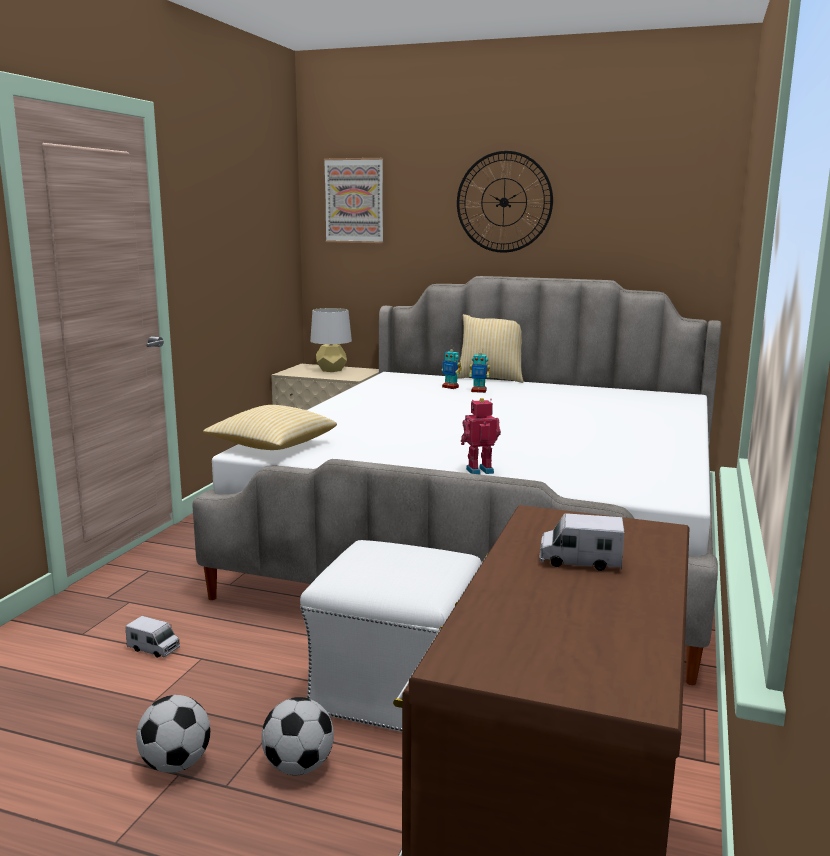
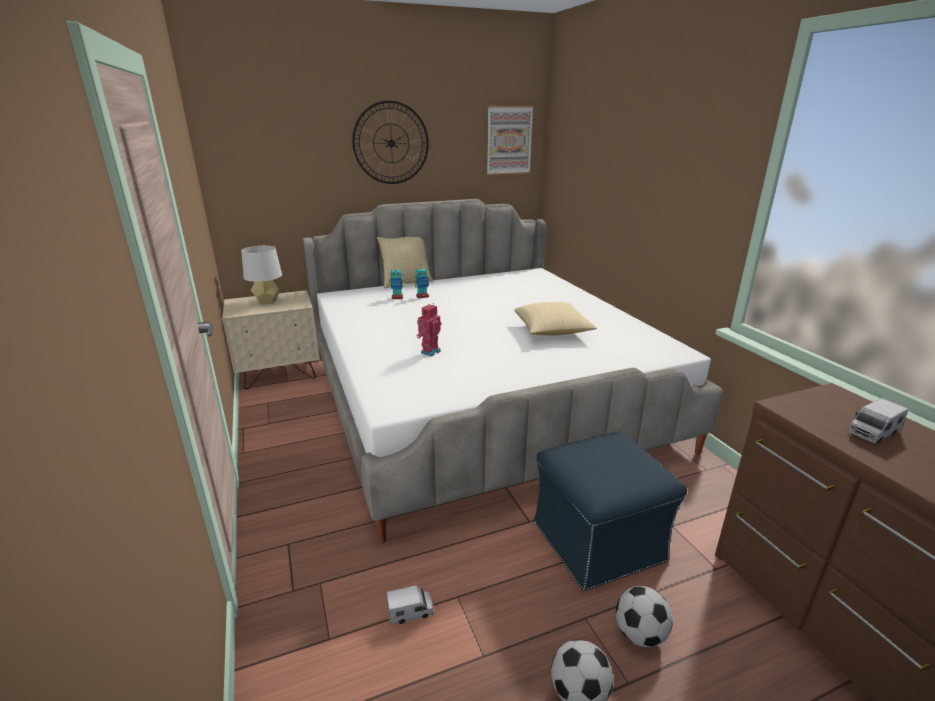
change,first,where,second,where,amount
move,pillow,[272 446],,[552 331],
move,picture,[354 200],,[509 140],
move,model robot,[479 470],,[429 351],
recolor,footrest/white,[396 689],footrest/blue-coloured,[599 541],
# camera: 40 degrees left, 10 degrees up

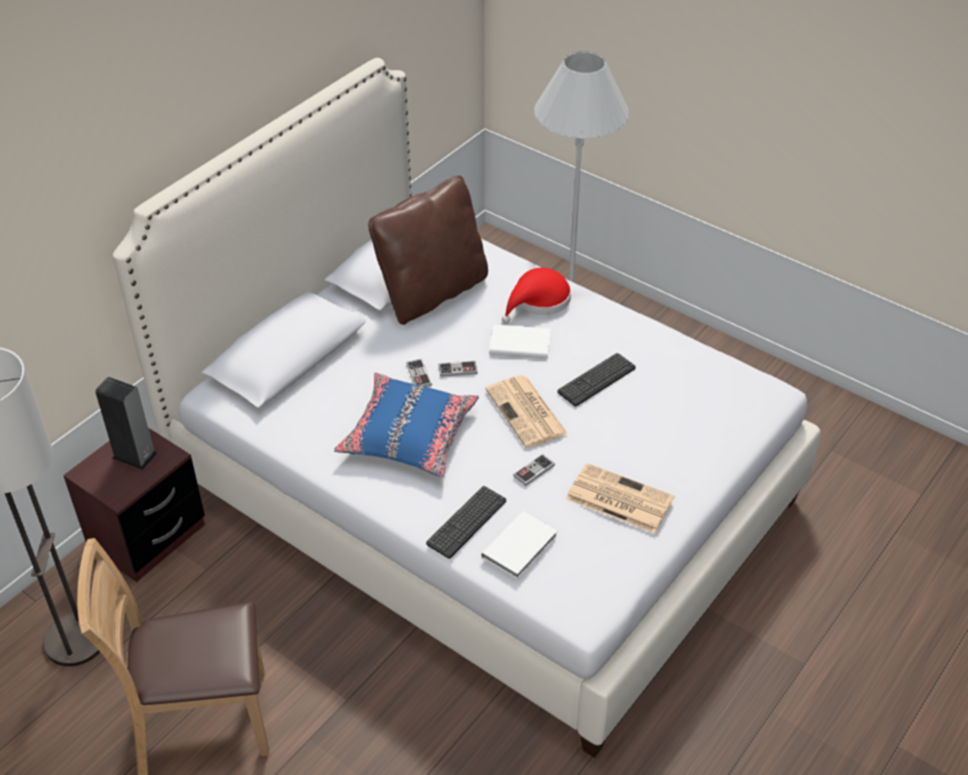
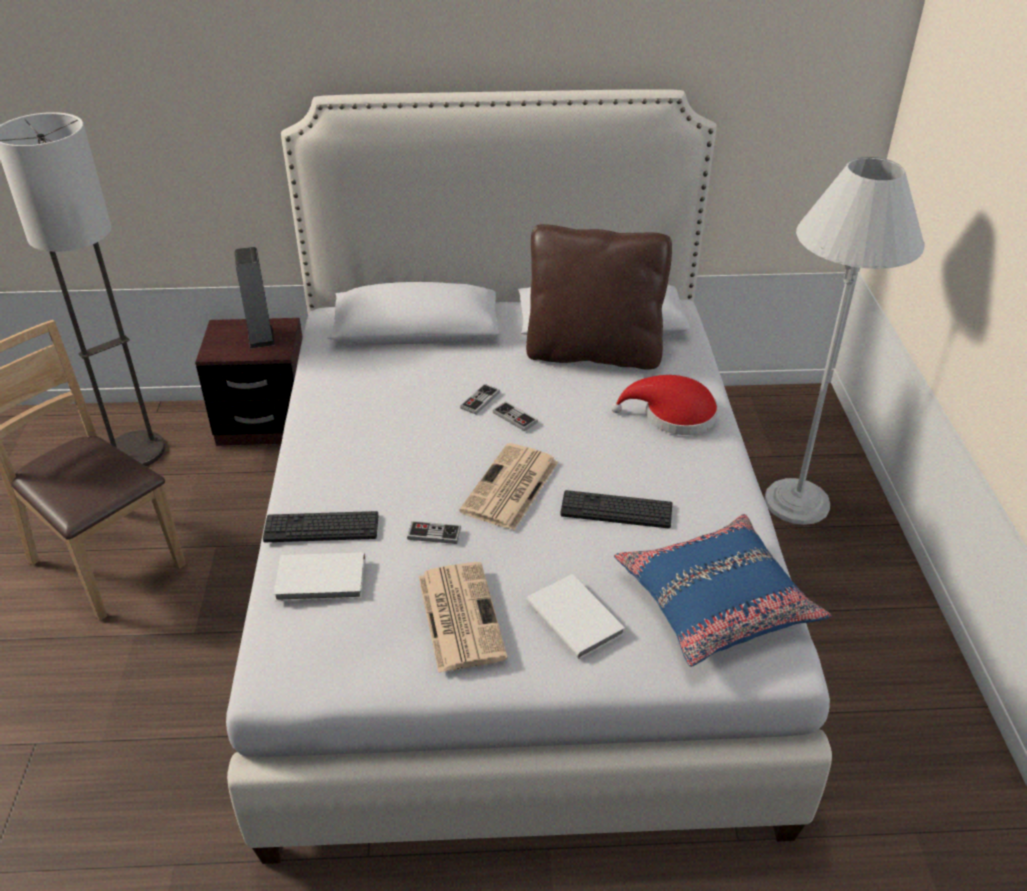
change,first,where,second,where,amount
move,pillow/blue-coloured,[408 435],,[716 601],
move,bound book/white,[519 343],,[575 616],
# camera: 50 degrees right, 5 degrees down

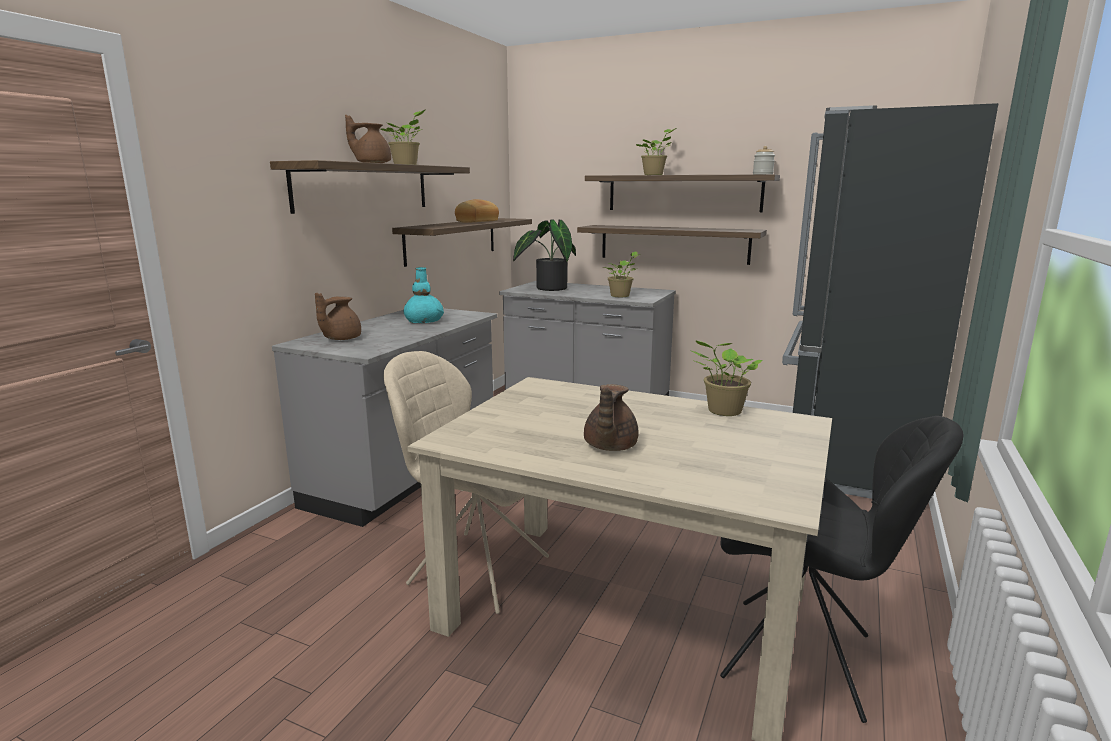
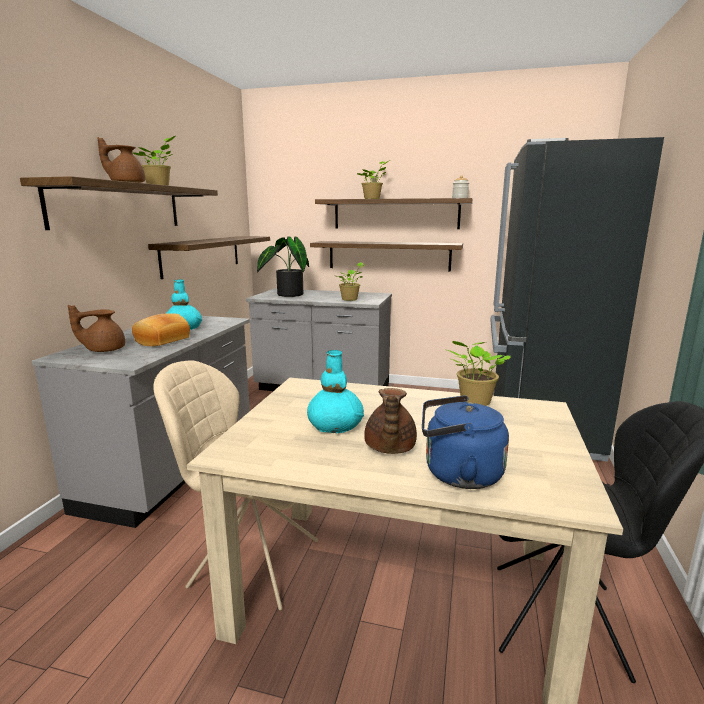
change,first,where,second,where,amount
insert,,,decorative vase/blue-green,[335 425],
insert,,,water kettle/blue-coloured,[458 474],
move,bakery bread,[476 221],,[161 340],
rotate,tea pot/brownish,[340 339],,[104 350],45 degrees clockwise
# camera: 10 degrees left, 0 degrees up

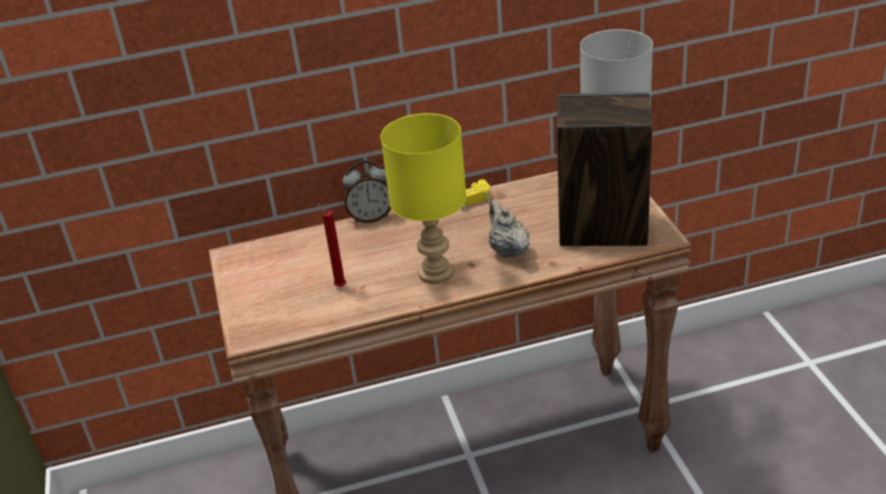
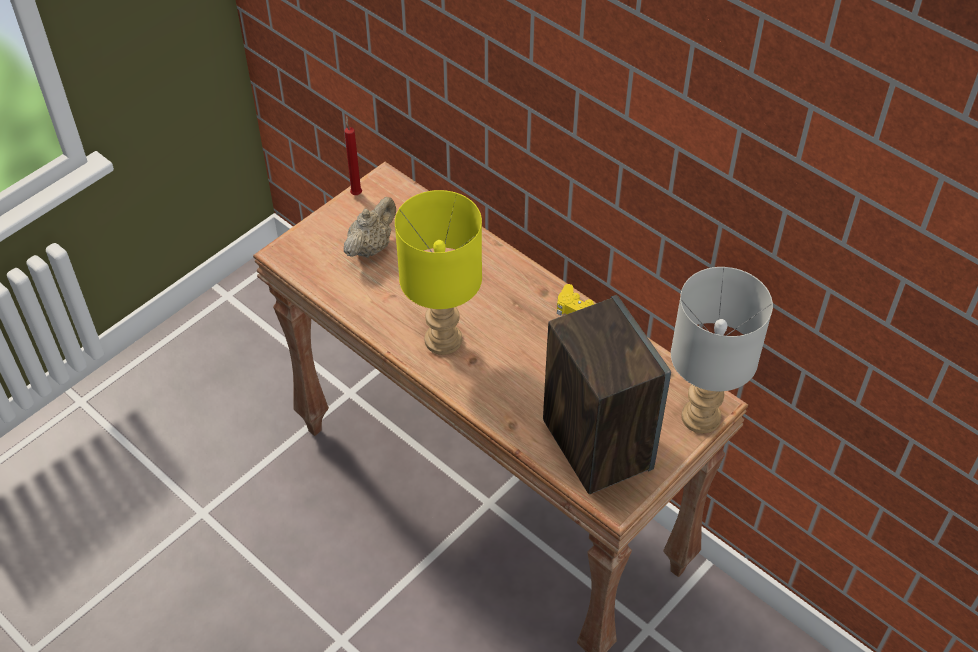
change,first,where,second,where,amount
delete,table clock,[371 217],,,
move,wax candle/red-coloured,[338 286],,[356 193],
move,tea pot/beige,[508 250],,[371 247],
# camera: 55 degrees right, 15 degrees up

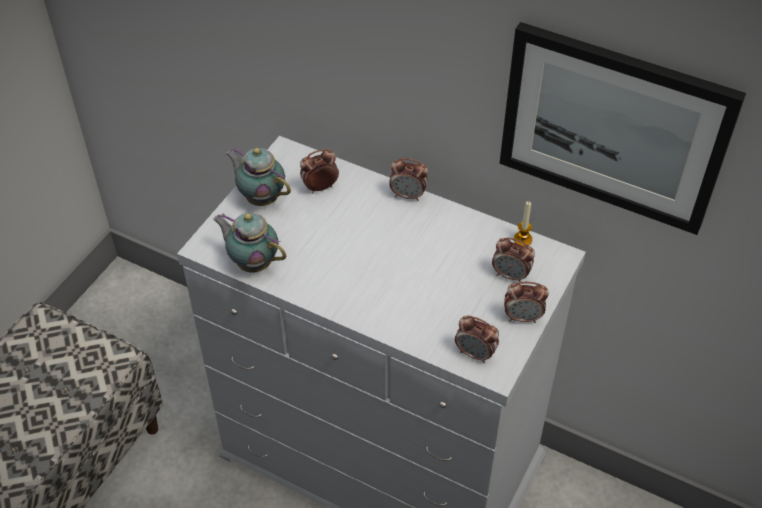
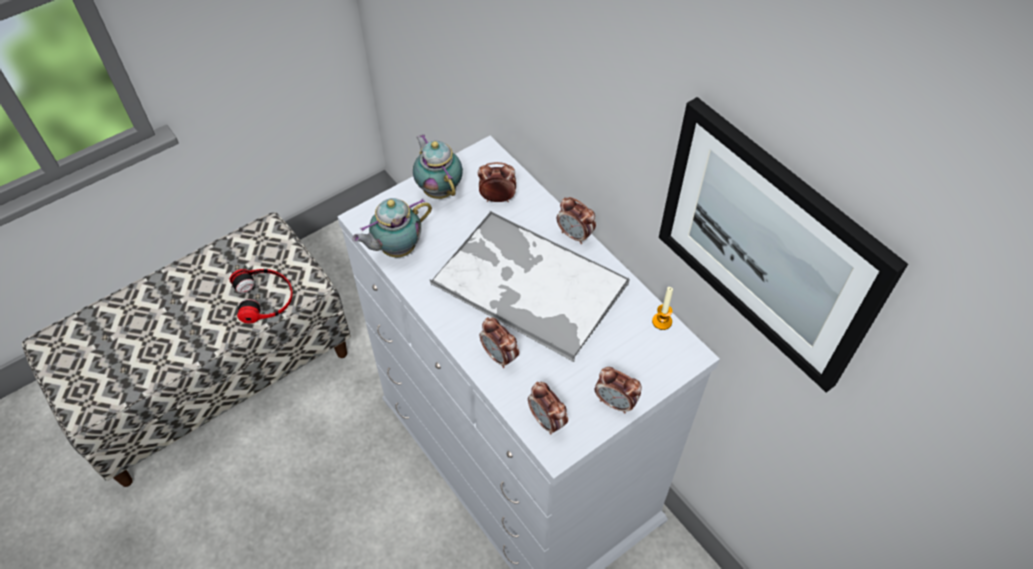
change,first,where,second,where,amount
insert,,,pair of headphones,[264 297],
insert,,,carrying tray,[528 284],
move,table clock,[511 275],,[499 356],
rotate,tea pot,[252 262],,[396 249],90 degrees counterclockwise
# camera: 25 degrees right, 5 degrees up

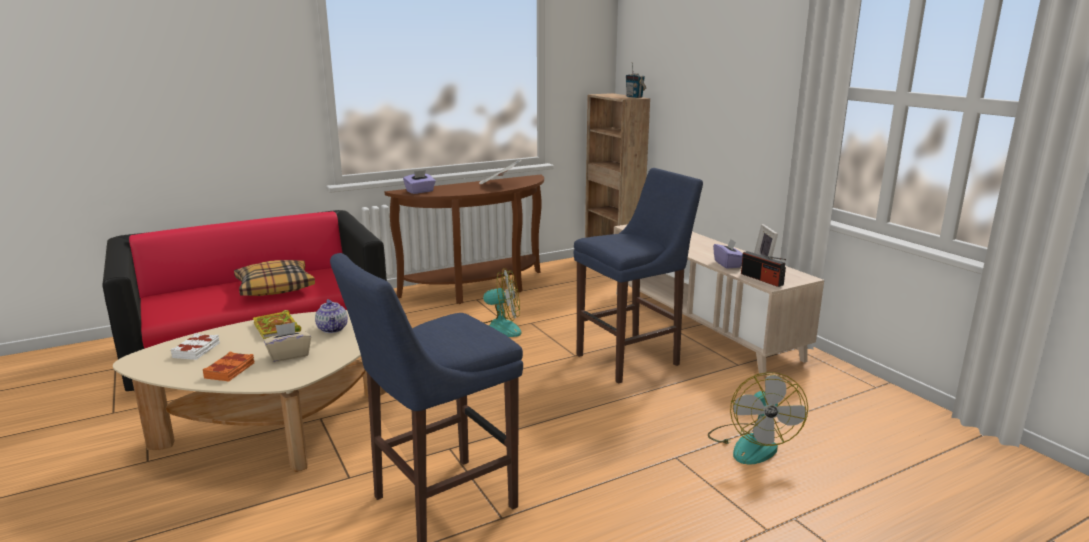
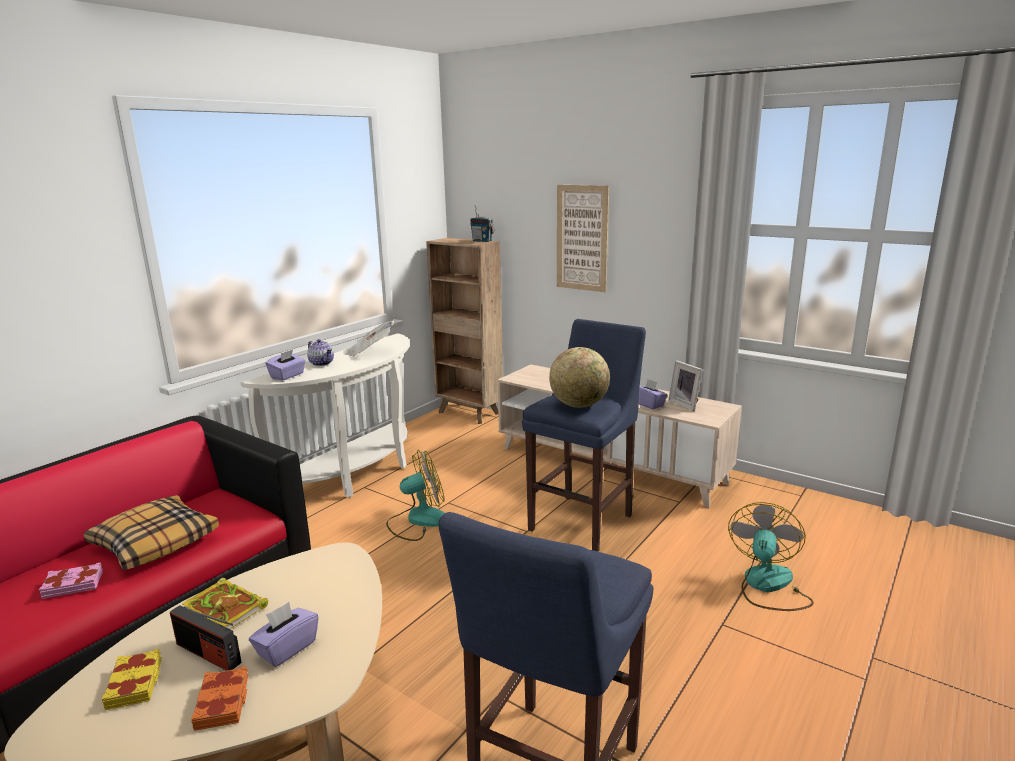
change,first,where,second,where,amount
insert,,,bound book/pinkish,[73 584],
insert,,,globe,[579 405],
insert,,,picture,[582 238],
move,tea pot,[333 329],,[322 363],
move,radio set,[761 279],,[208 653],
recolor,bound book/white,[197 350],bound book/yellowish,[135 683],
recolor,tissue box/beige,[289 355],tissue box/purple,[286 648],
recolor,narrow table/brownish,[479 290],narrow table/white,[357 474],
rotate,fan,[751 444],,[767 586],135 degrees counterclockwise
# camera: 25 degrees left, 0 degrees up

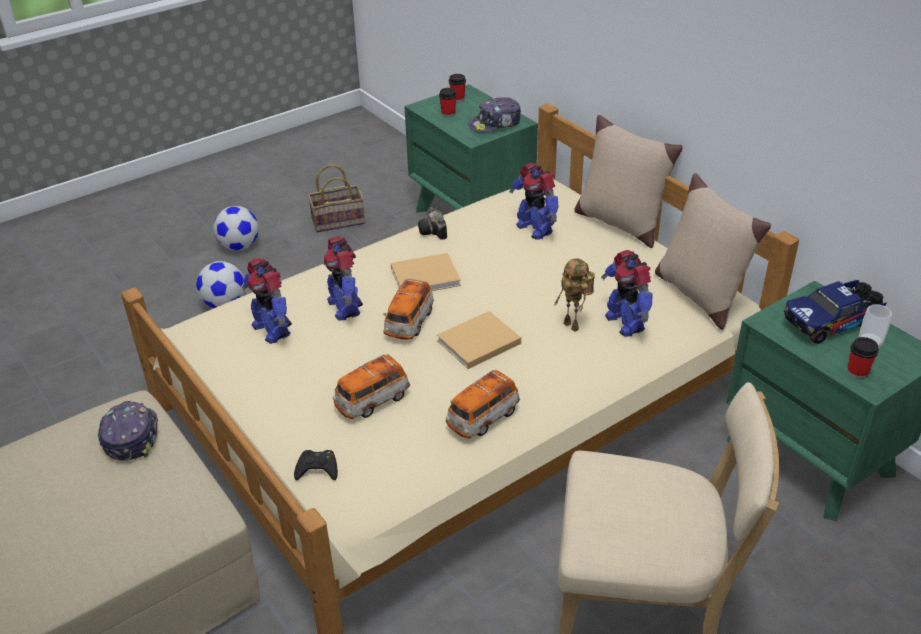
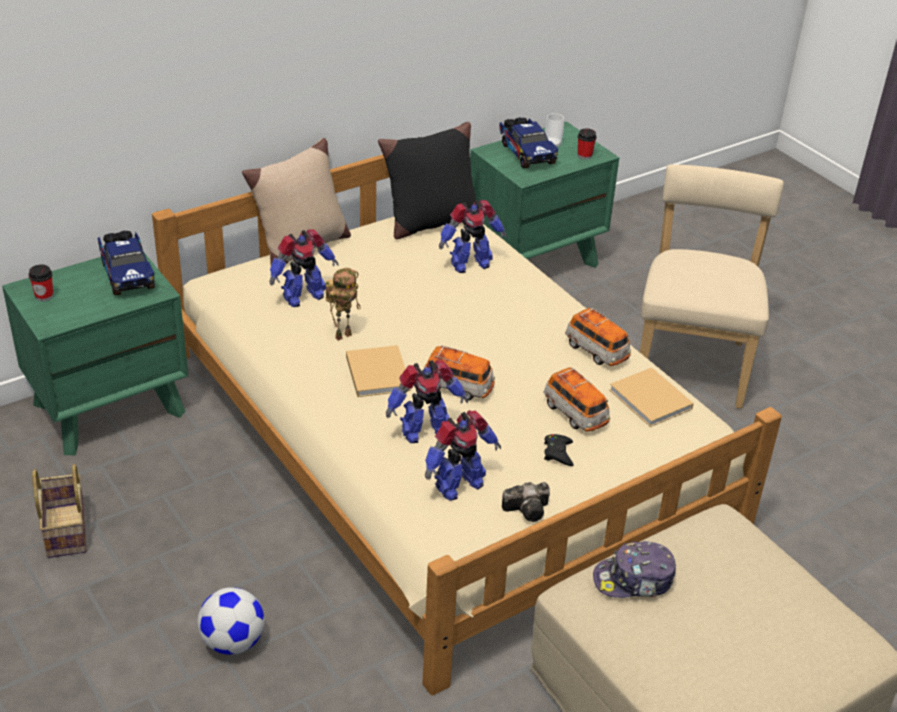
change,first,where,second,where,amount
delete,football,[239 246],,,
delete,drinking cup,[448 114],,,
move,gamepad/black,[317 469],,[558 453],
move,still camera,[434 232],,[529 509],
move,bound book/beige,[477 343],,[651 401],
move,model robot,[573 326],,[343 335],
replace,cap,[495 124],toy lorry,[127 273],
recolor,pillow/beige,[699 294],pillow/black,[430 223],
# camera: 90 degrees left, 0 degrees up

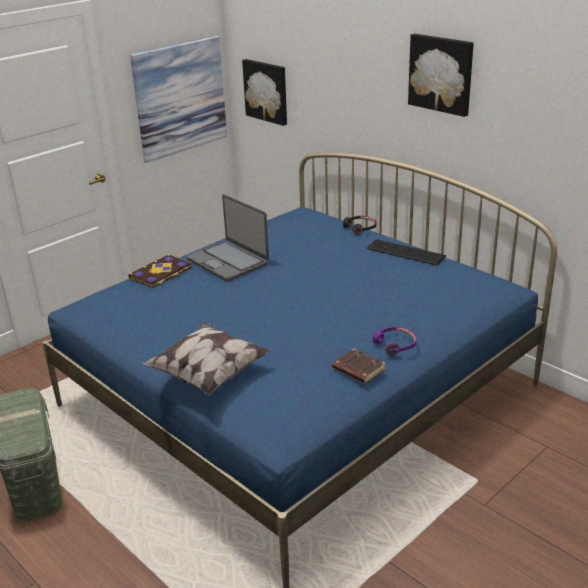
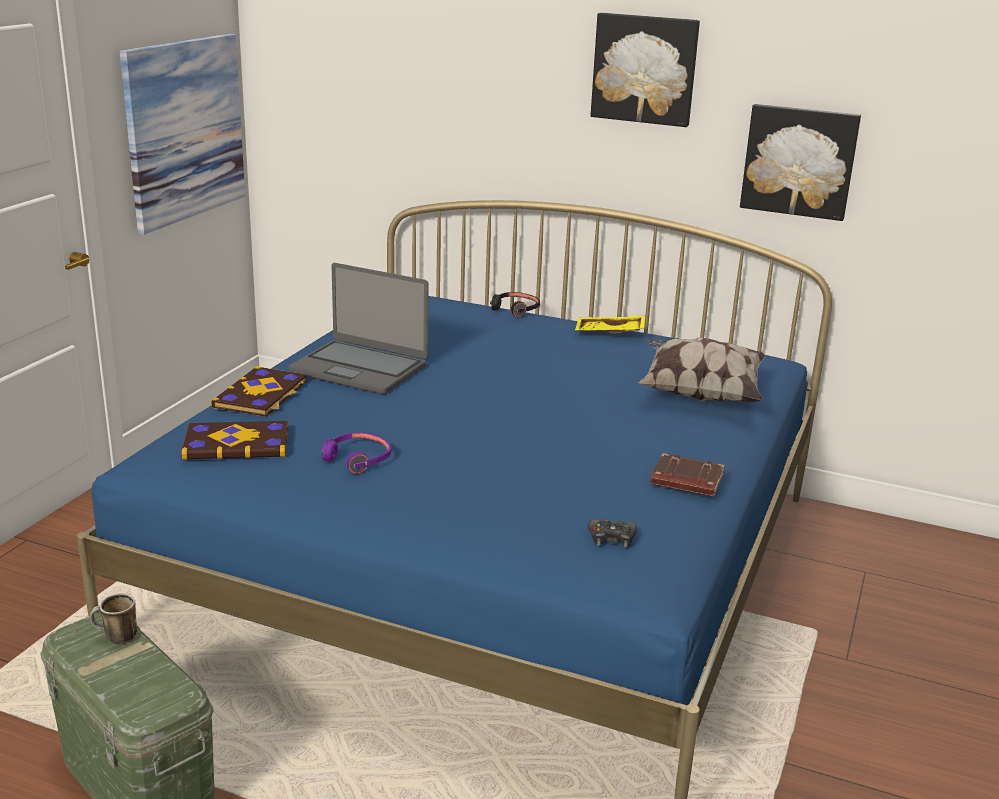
change,first,where,second,where,amount
insert,,,coffee mug,[115 638],
insert,,,bound book,[236 443],
insert,,,gamepad/black,[611 538],
move,pillow,[209 374],,[699 394],
move,picture,[266 91],,[799 161],
move,pair of headphones/purple,[395 345],,[358 459],
replace,PC keyboard,[406 253],carrying tray/yellowish,[609 333],
# camera: 25 degrees left, 5 degrees down

